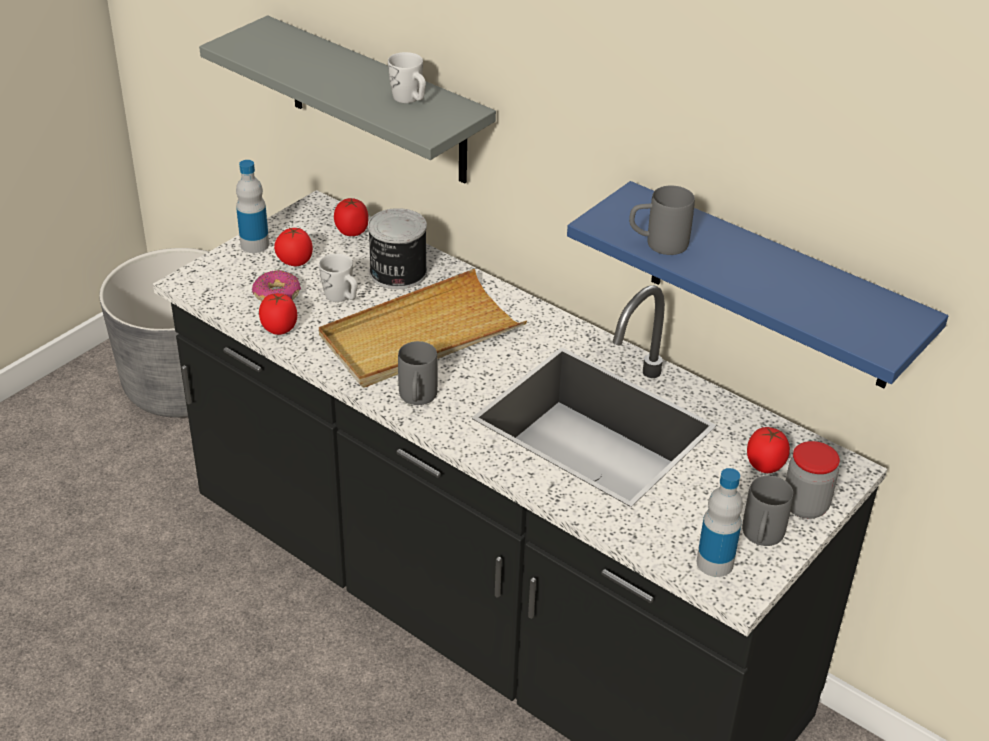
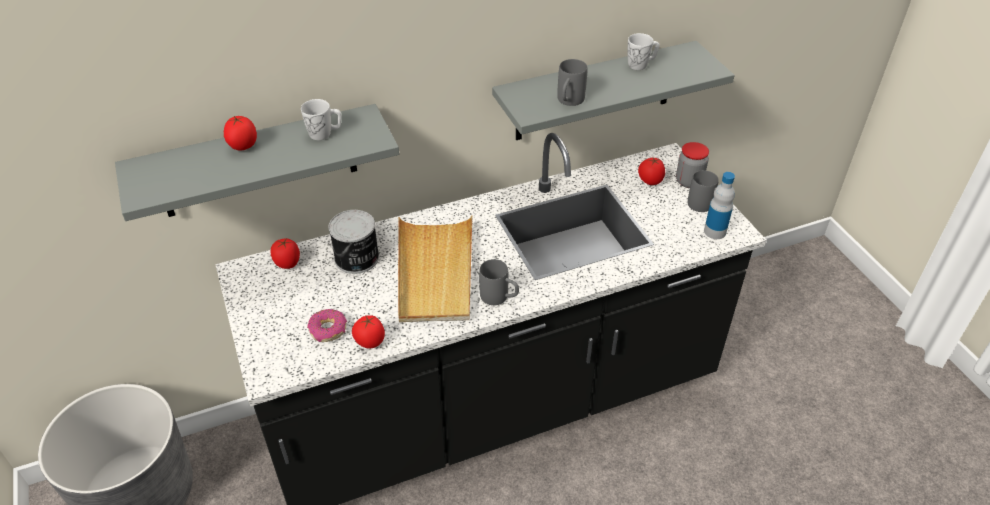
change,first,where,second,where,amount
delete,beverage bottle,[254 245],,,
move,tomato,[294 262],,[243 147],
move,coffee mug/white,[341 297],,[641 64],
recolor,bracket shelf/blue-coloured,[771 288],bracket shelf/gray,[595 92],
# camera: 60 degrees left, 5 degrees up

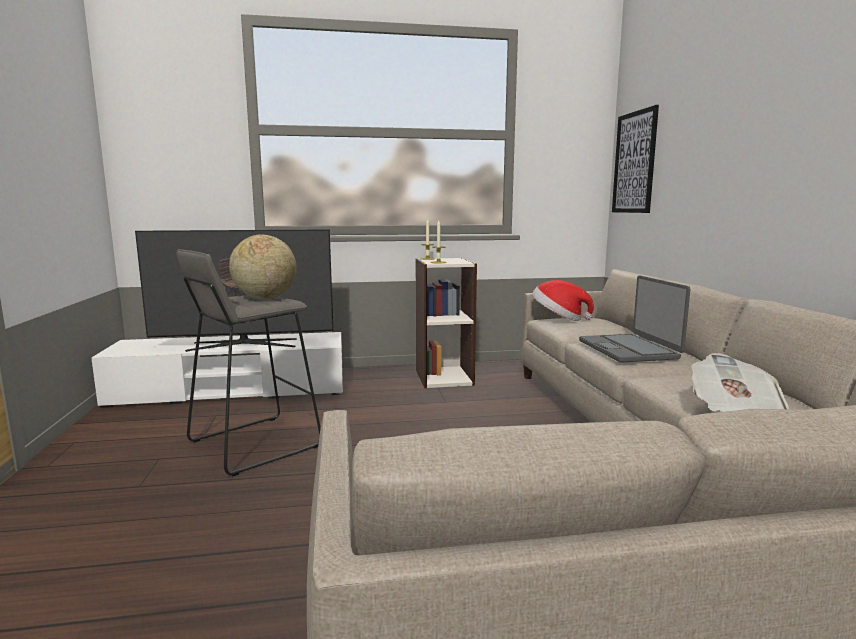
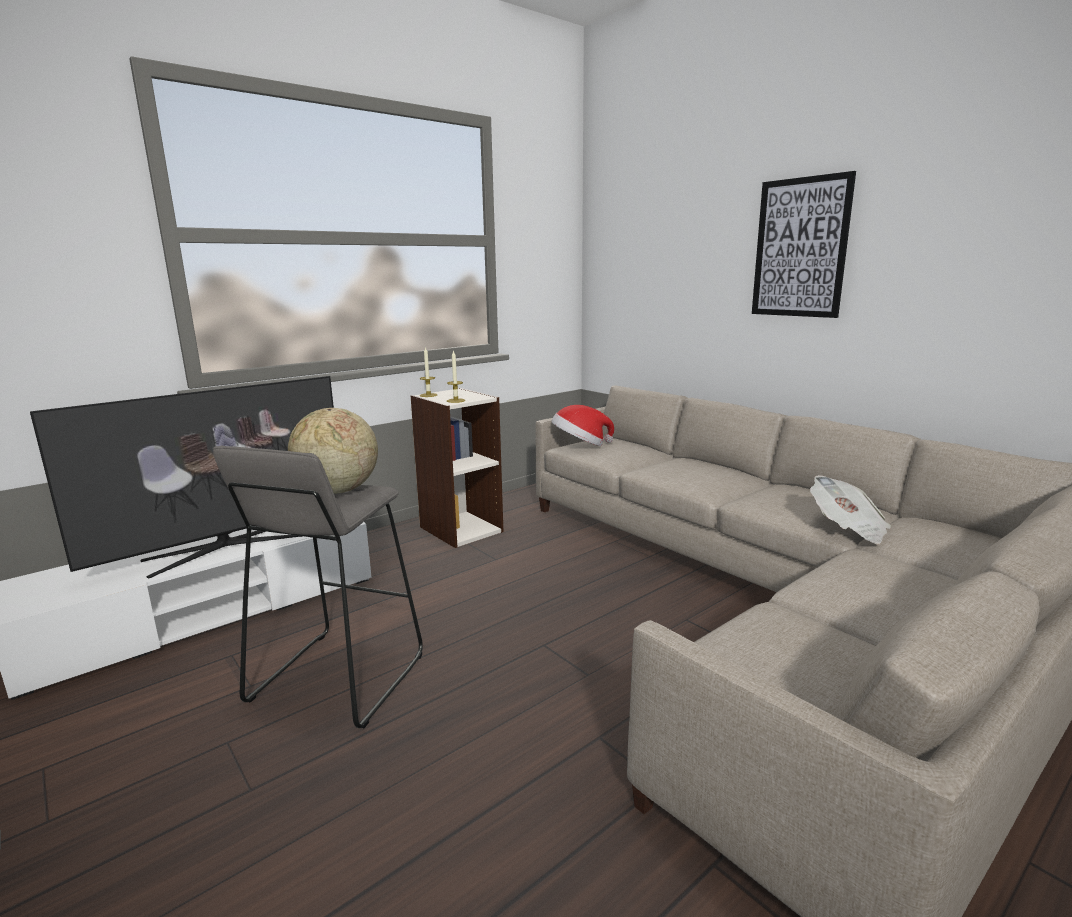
change,first,where,second,where,amount
delete,notebook computer,[629 349],,,
move,picture,[634 162],,[800 248],
# camera: 30 degrees left, 5 degrees up

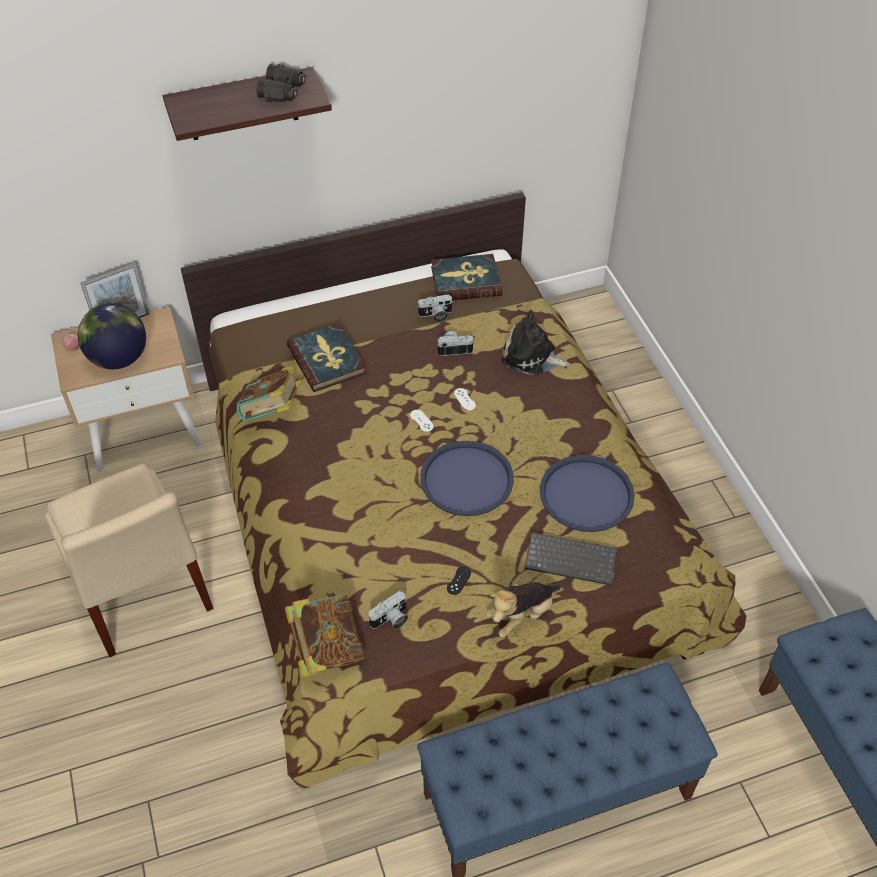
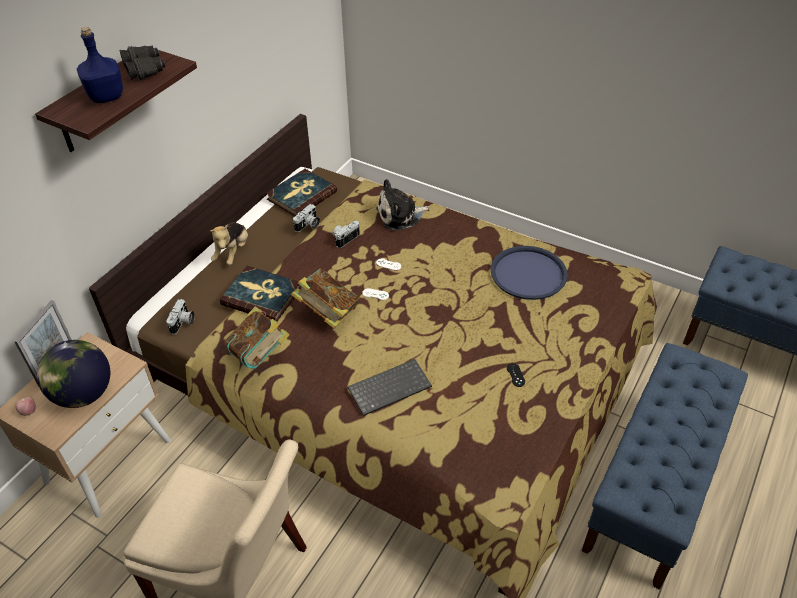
change,first,where,second,where,amount
delete,carrying tray/blue-coloured,[466 479],,,
insert,,,beverage bottle/blue-coloured,[106 96],
move,bound book,[326 648],,[327 313],
move,still camera,[391 619],,[183 323],
move,soft toy,[521 615],,[233 252],
move,PC keyboard,[571 559],,[390 387],
# camera: 40 degrees left, 5 degrees down

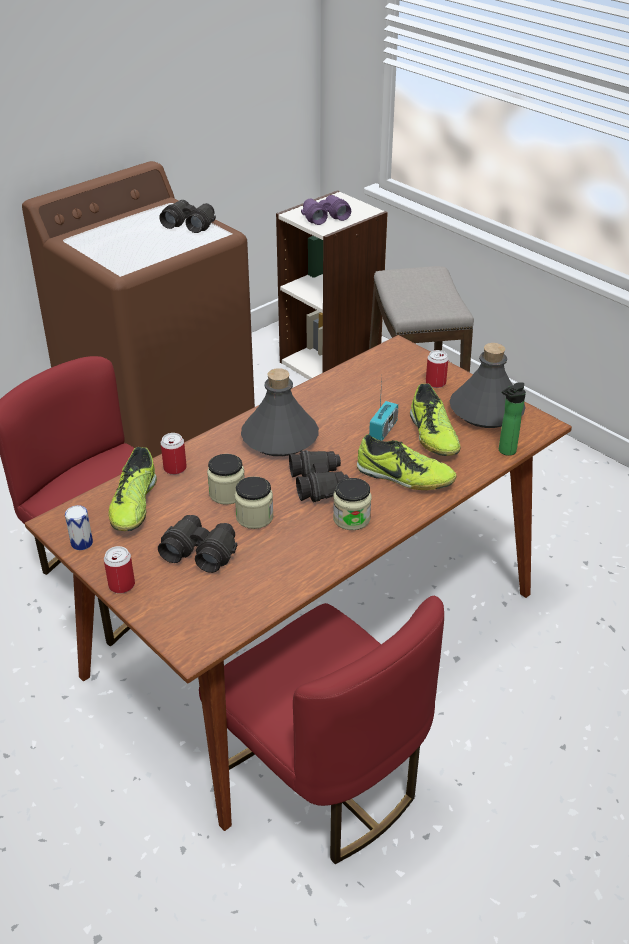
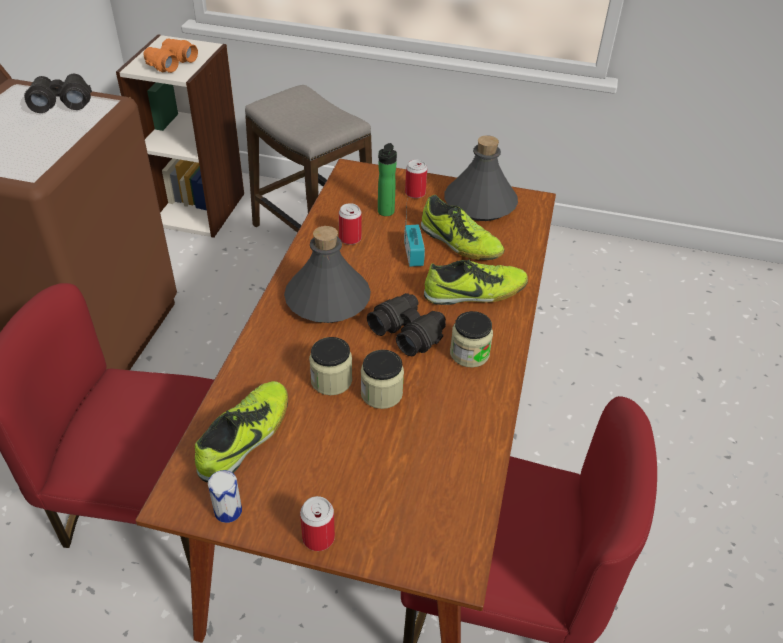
change,first,where,second,where,amount
delete,pair of binoculars/black,[200 551],,,
move,metal can,[175 468],,[350 238],
move,beverage bottle,[505 451],,[385 213],
recolor,pair of binoculars/purple,[324 217],pair of binoculars/orange-coloured,[170 63],
rotate,item of footwear,[134 504],,[246 437],120 degrees counterclockwise
# camera: 35 degrees left, 5 degrees up

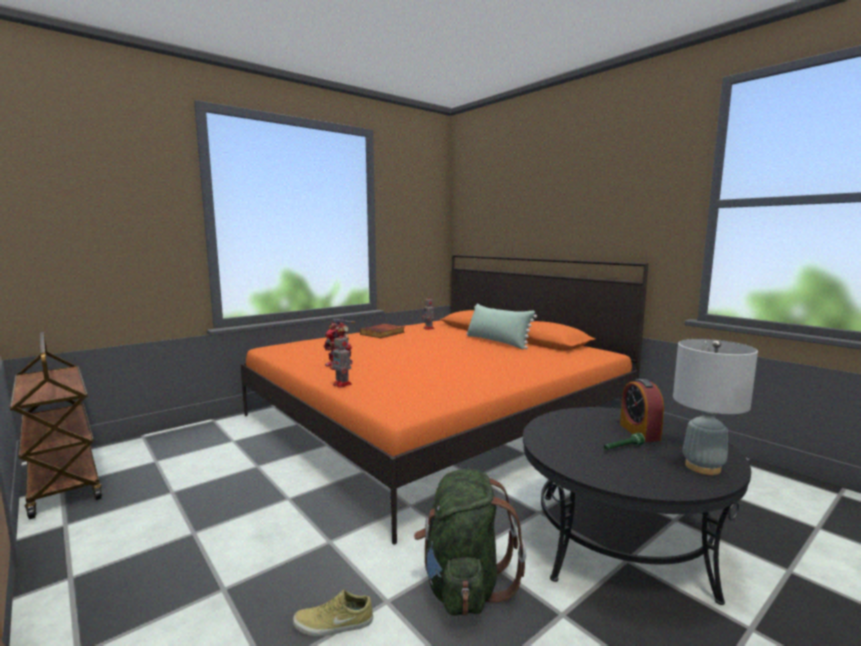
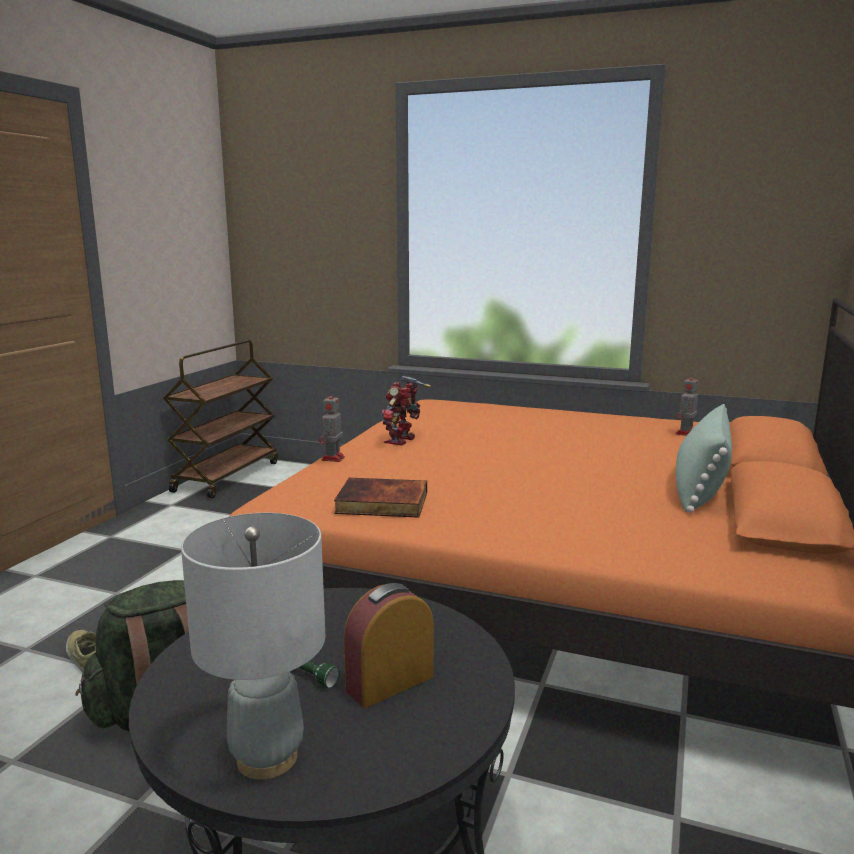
change,first,where,second,where,amount
move,bound book,[383 333],,[381 503],
# camera: 60 degrees right, 5 degrees up

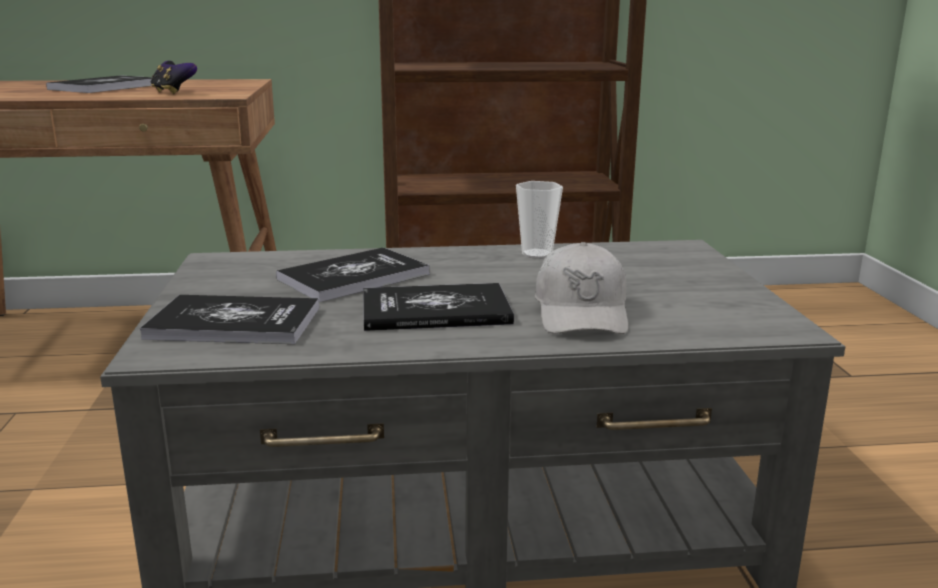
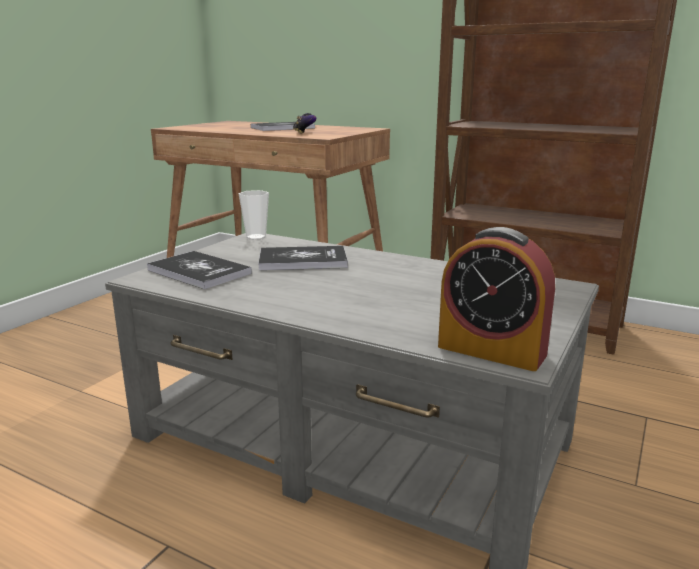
change,first,where,second,where,amount
delete,bound book,[435 310],,,
delete,cap/white,[582 312],,,
insert,,,table clock,[491 350],
move,drinking cup,[537 254],,[256 237],
# camera: 35 degrees right, 0 degrees up

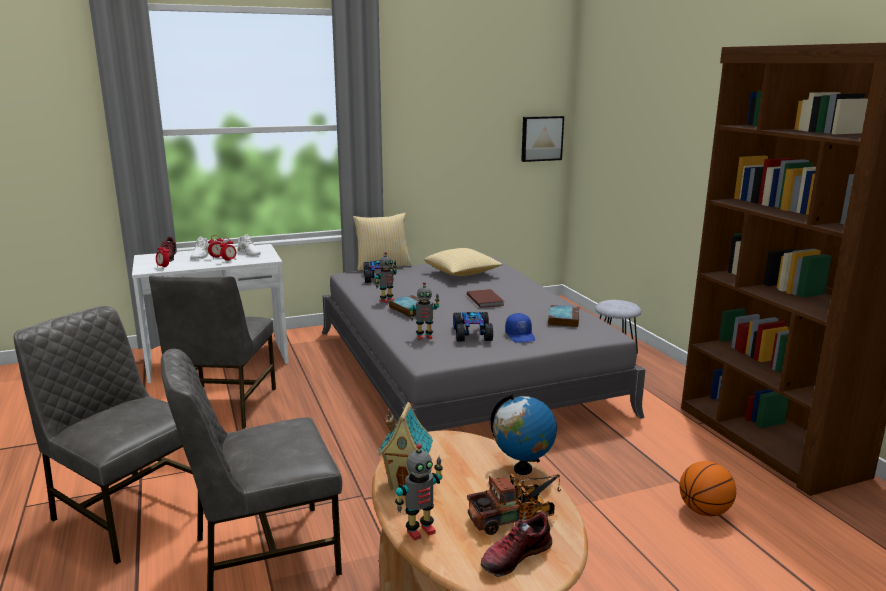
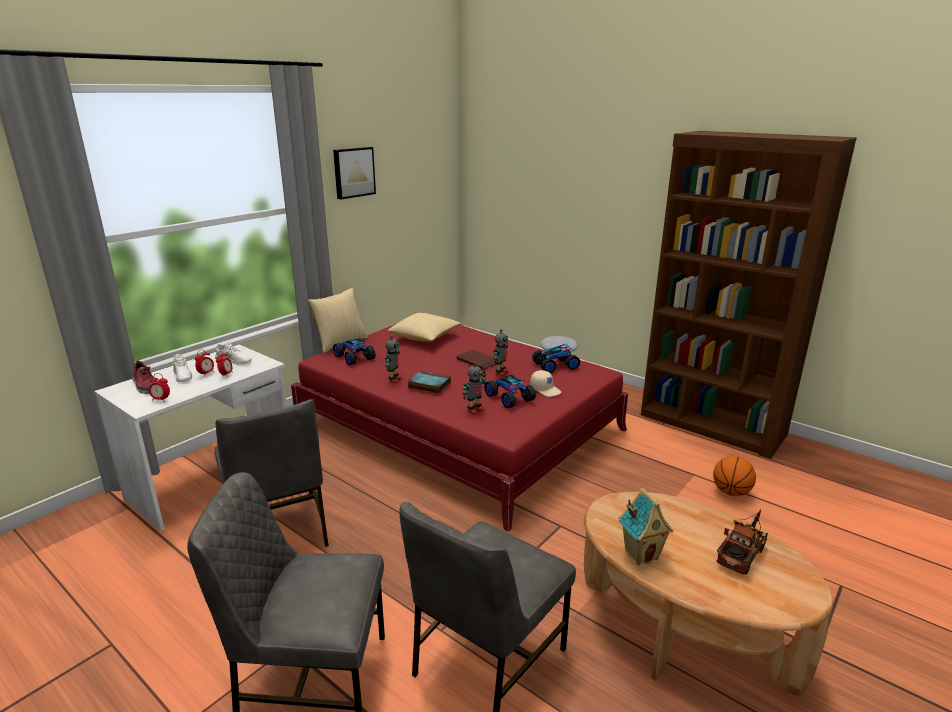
change,first,where,second,where,amount
delete,item of footwear,[515 556],,,
delete,globe,[522 469],,,
move,model robot,[420 531],,[500 373],
move,picture,[541 138],,[353 172],
replace,bound book,[563 319],model car,[555 365],
recolor,bed/gray,[461 370],bed/red-coloured,[458 425],
recolor,cap/blue-coloured,[520 336],cap/beige,[545 390],
# camera: 30 degrees left, 5 degrees up

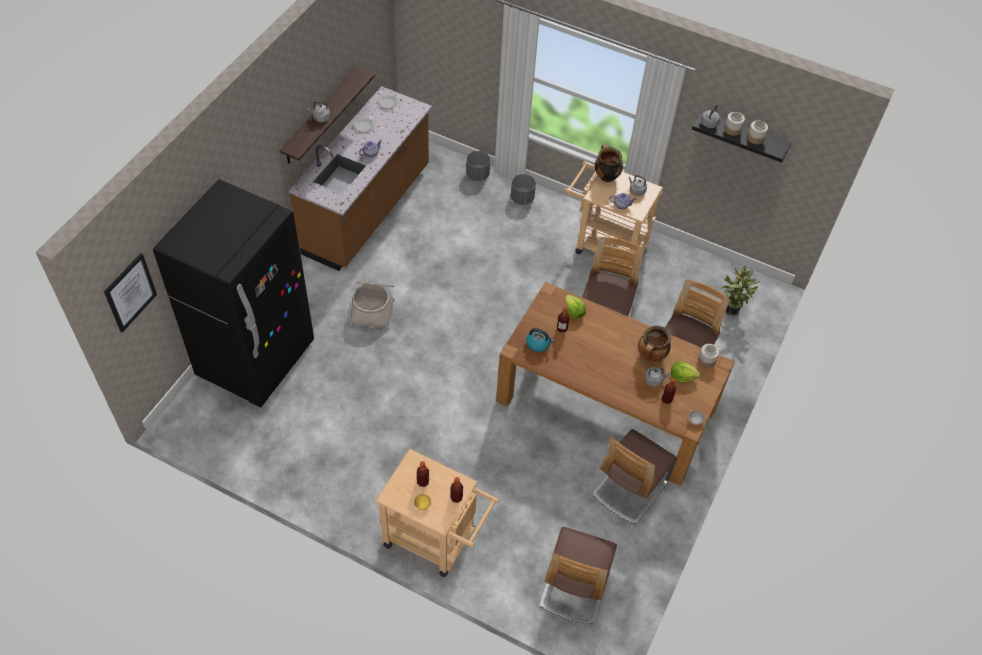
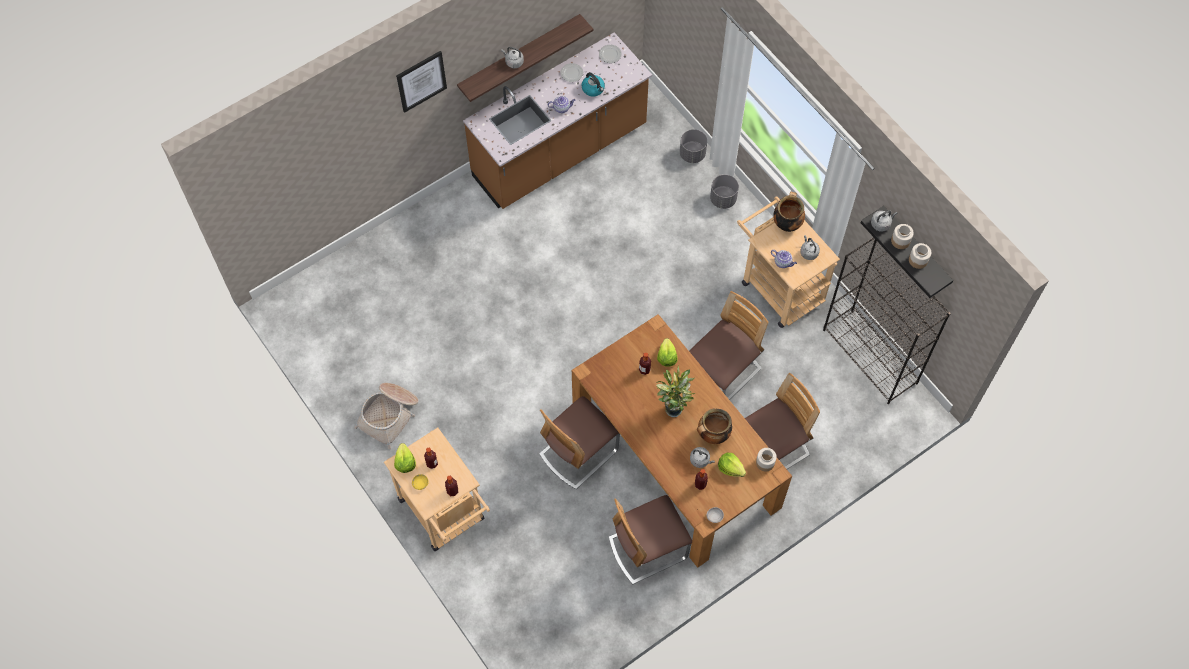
change,first,where,second,where,amount
delete,kitchen fridge/black,[256 359],,,
insert,,,lettuce head,[405 462],
insert,,,bookcase/black,[870 356],
move,picture,[130 292],,[421 81],
move,household basket,[373 307],,[390 415],
move,water kettle,[538 344],,[593 89],
move,chair,[574 586],,[578 452],
move,houseplant,[730 310],,[673 407],
# camera: 30 degrees right, 10 degrees up

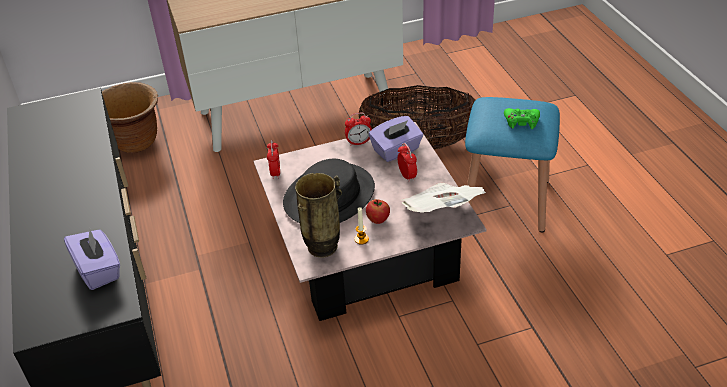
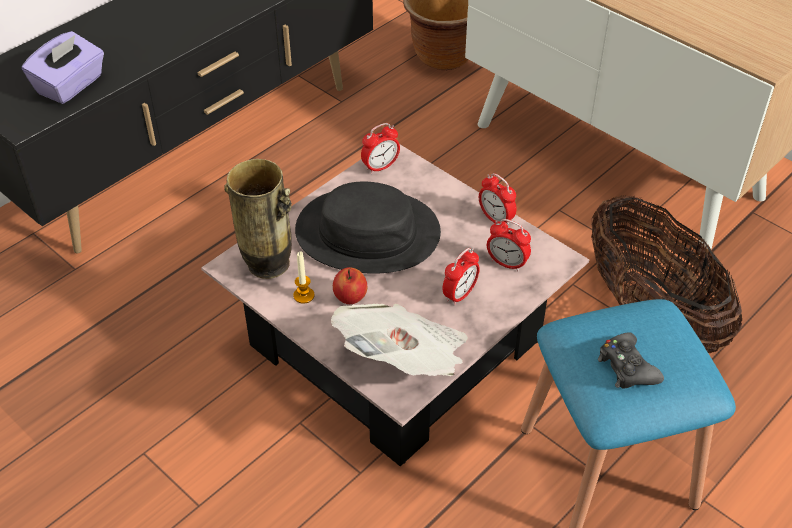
change,first,where,second,where,amount
replace,tissue box/purple,[396 150],table clock,[507 263],
recolor,gamepad/green-coloured,[521 122],gamepad/black,[627 368],
# camera: 60 degrees right, 5 degrees up

